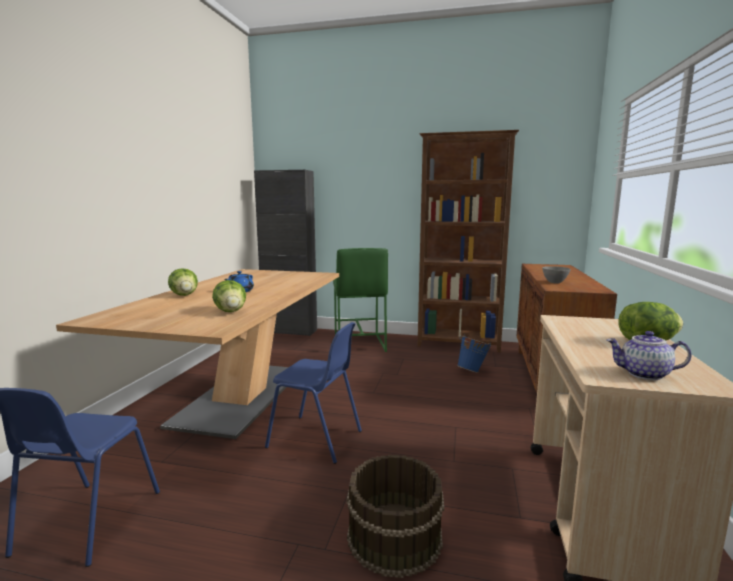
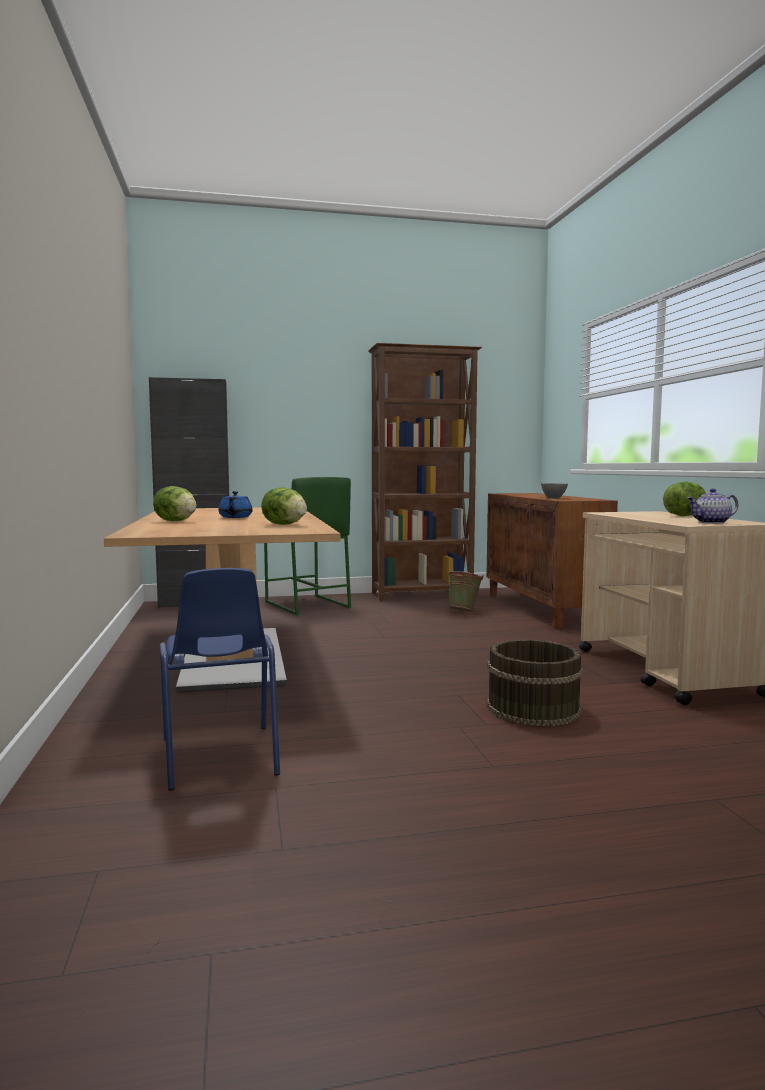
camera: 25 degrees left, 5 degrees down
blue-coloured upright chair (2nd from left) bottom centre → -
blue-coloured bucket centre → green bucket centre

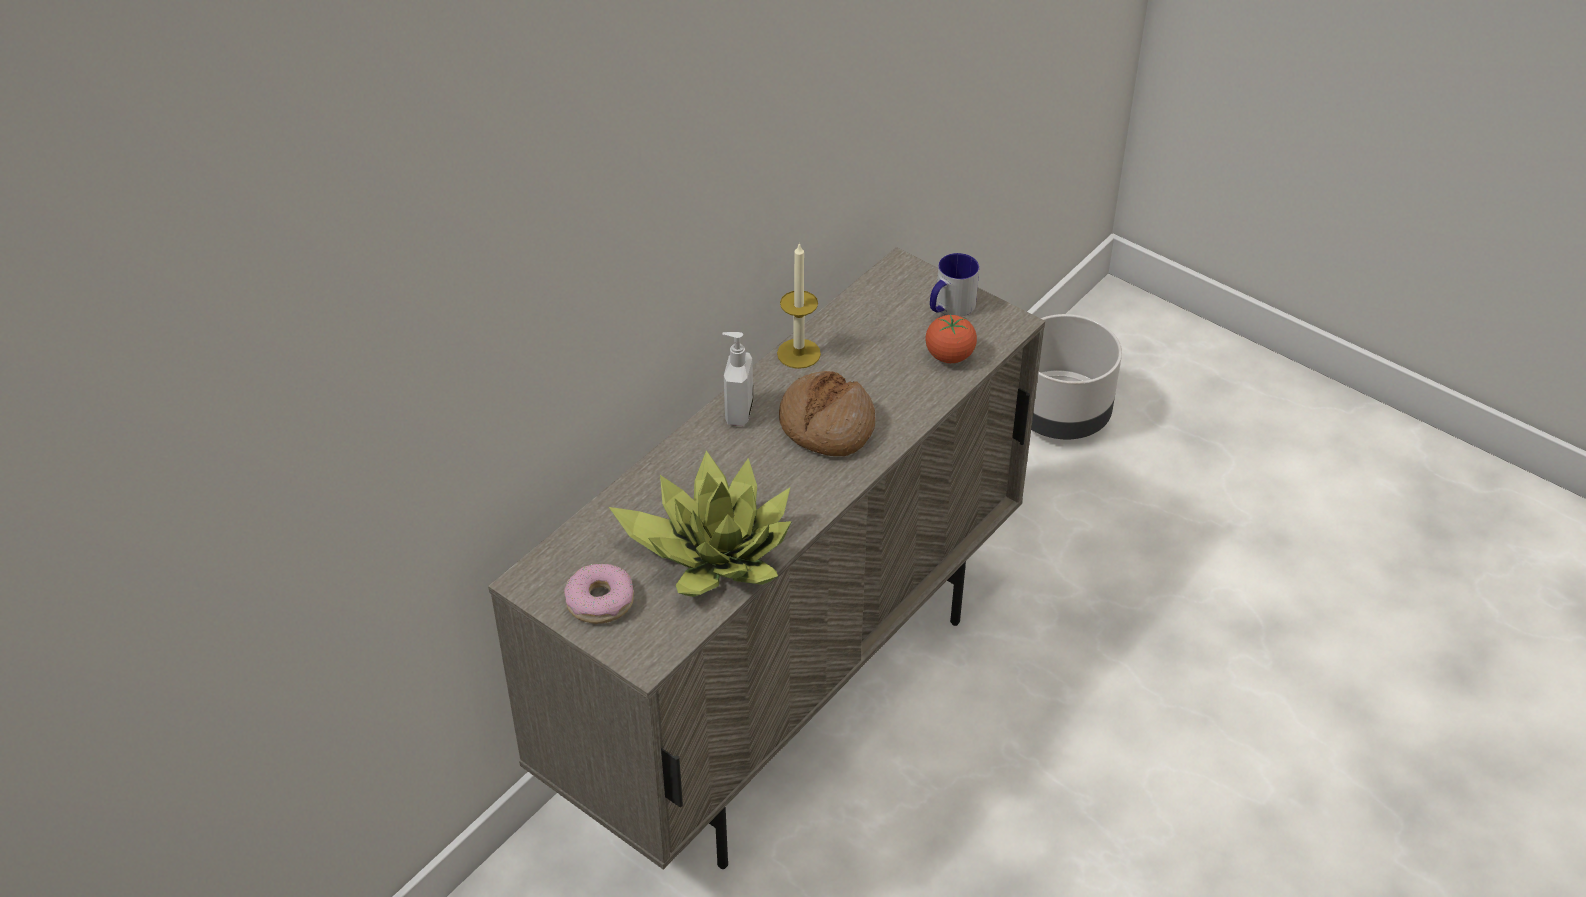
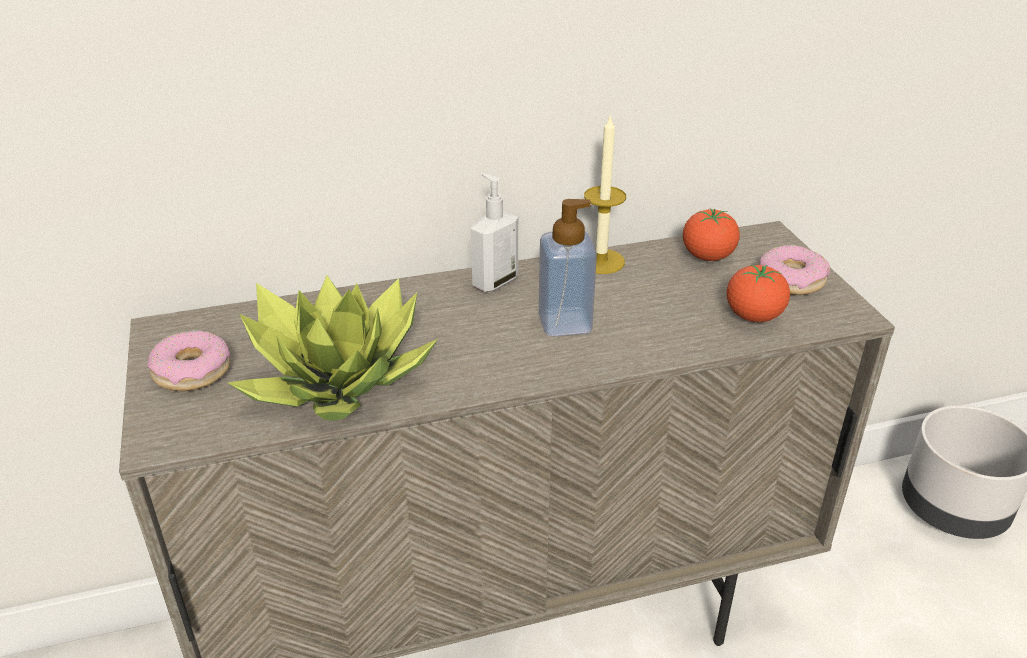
camera: 35 degrees right, 10 degrees down
- → whole tomato (1st from left) middle right
baked bread centre → liquid soap bottle (2nd from left) centre
coffee mug top centre → ring doughnut (2nd from left) middle right

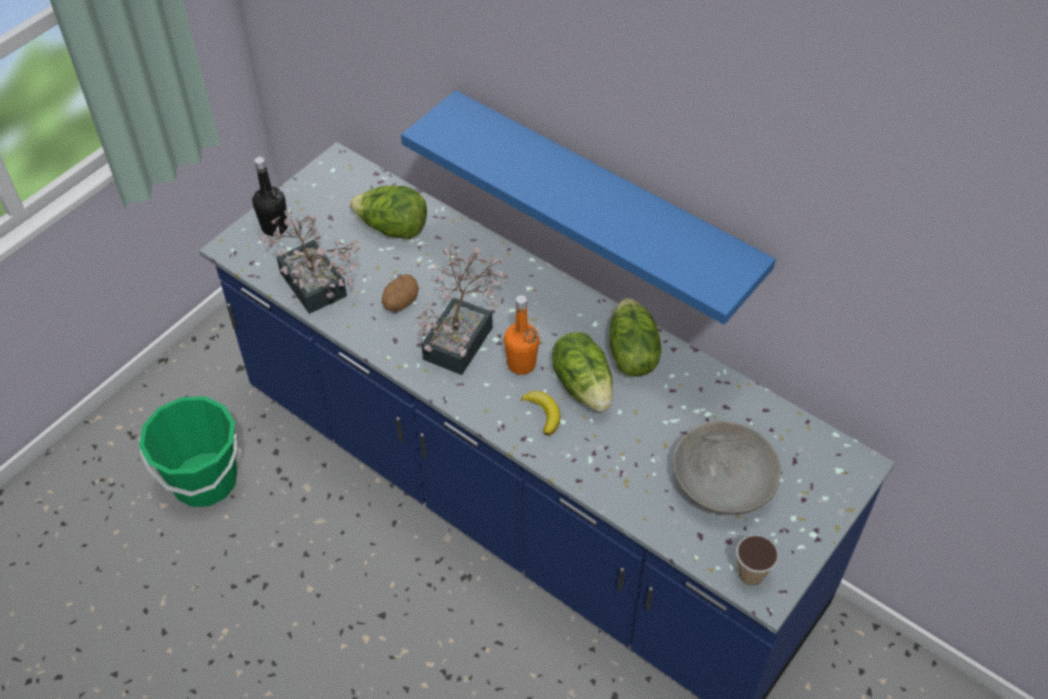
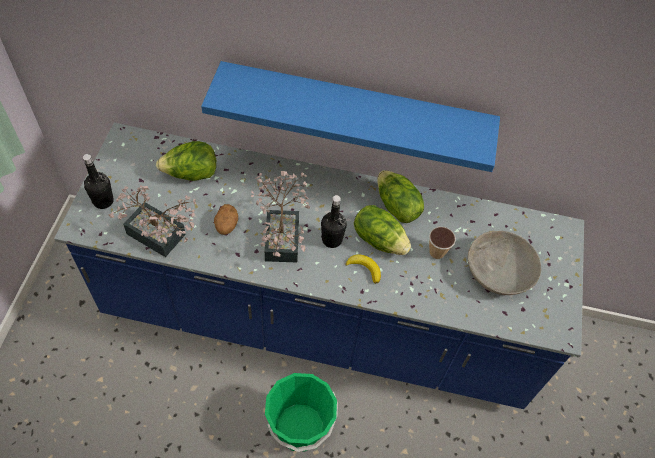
camera: 30 degrees left, 5 degrees up
green bucket middle left → green bucket bottom centre, moved
drinking cup bottom right → drinking cup middle right, moved
orange drink bottle centre → black drink bottle (2nd from left) centre

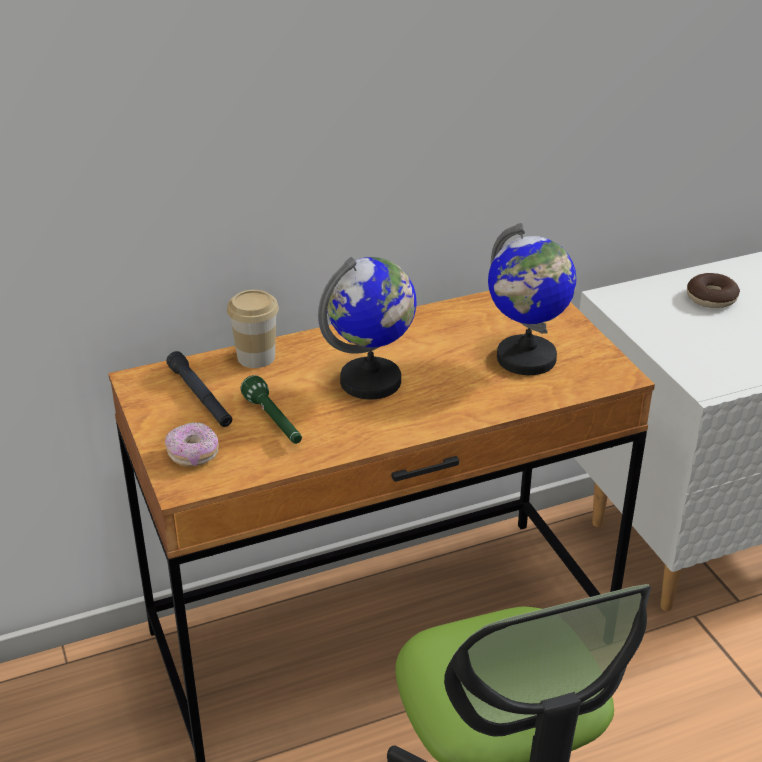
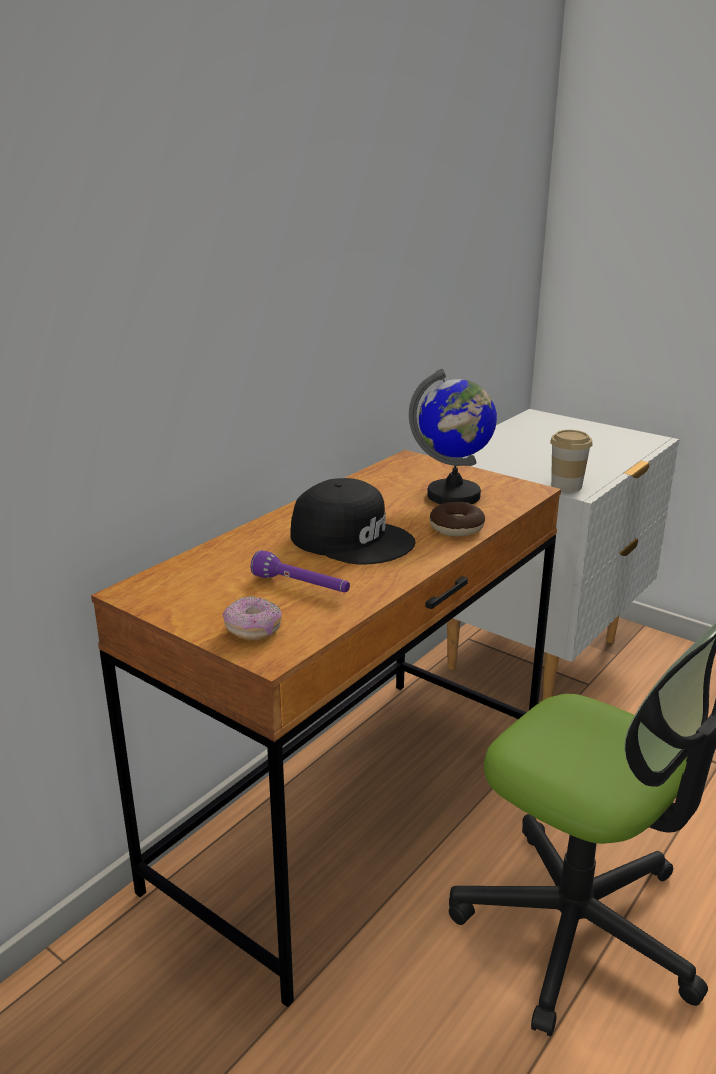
camera: 30 degrees left, 10 degrees down
black flashlight middle left → -
drinking cup middle left → drinking cup middle right, moved
ring doughnut (2nd from left) middle right → ring doughnut (2nd from left) centre, moved
world globe (1st from left) centre → black baseball cap centre
green flashlight centre → purple flashlight centre

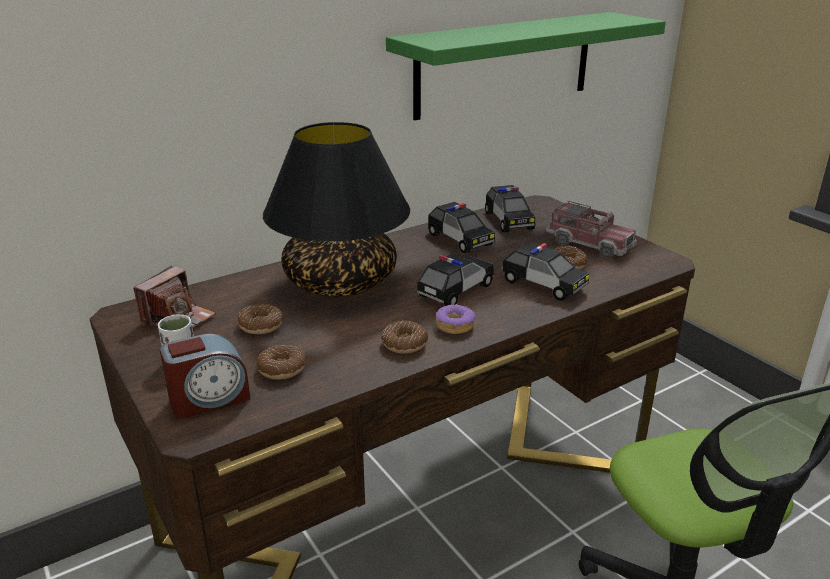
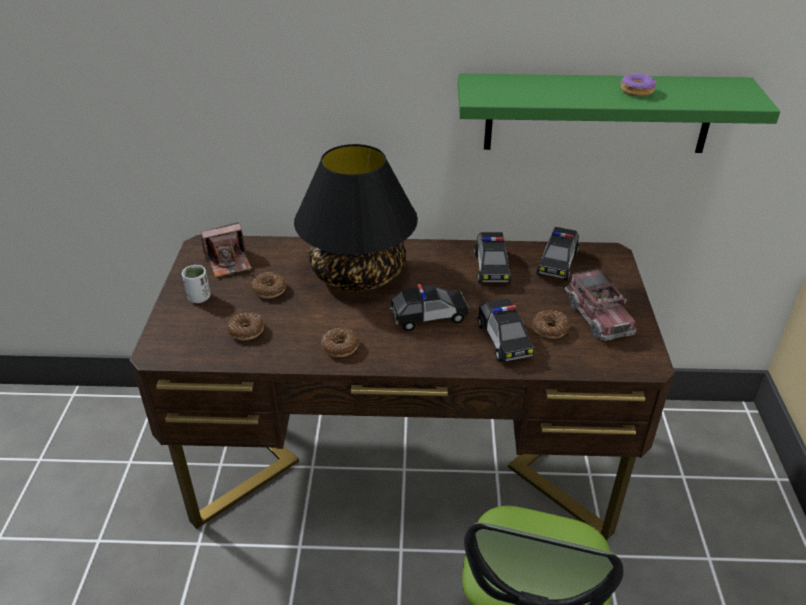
camera: 35 degrees right, 10 degrees up
table clock middle left → -
ring doughnut (4th from left in the first image) centre → ring doughnut (5th from left) top right, moved

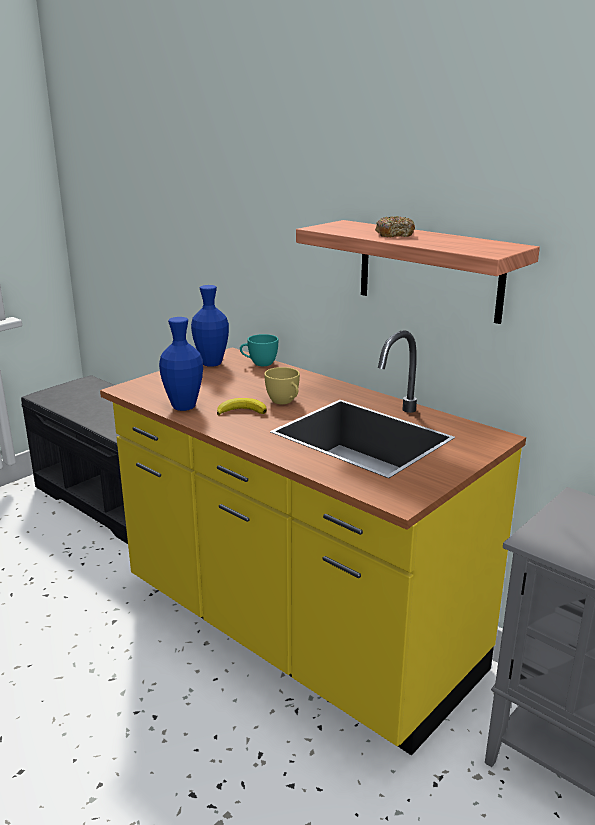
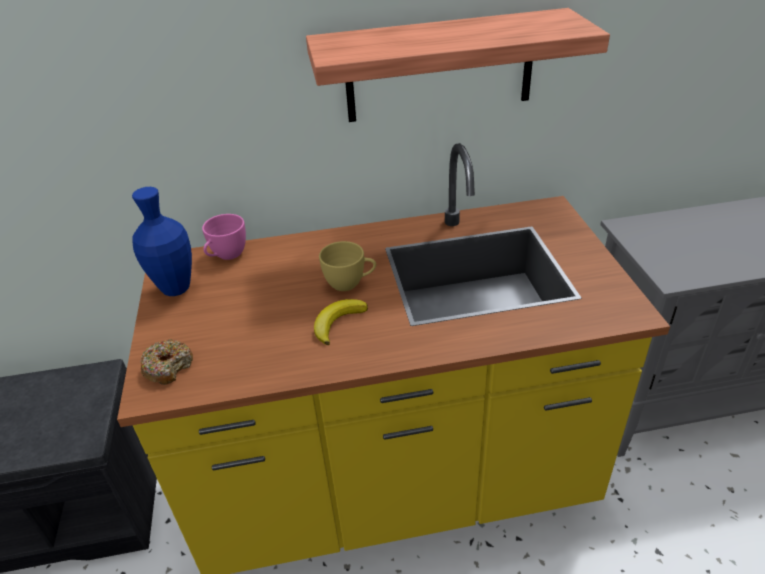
camera: 50 degrees left, 15 degrees up
blue-coloured vase (1st from left) middle left → -
ring doughnut top centre → ring doughnut middle left, moved
turquoise-coloured drinking cup centre → pinkish drinking cup middle left

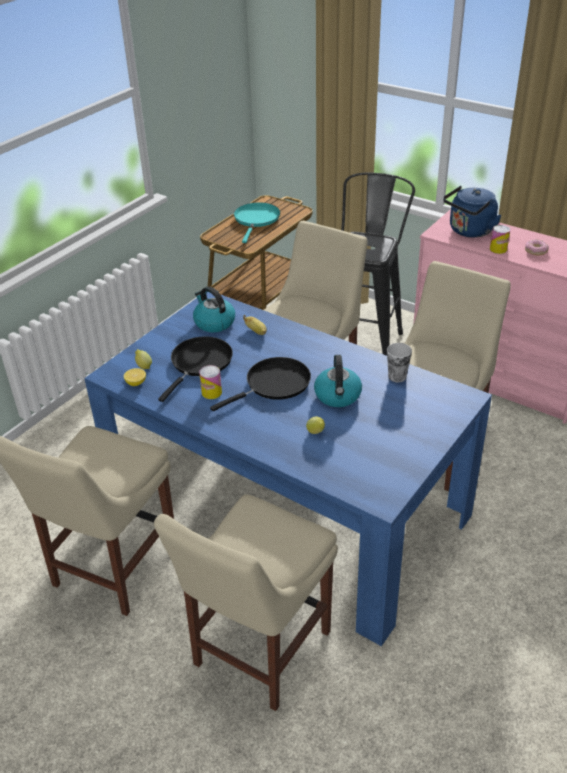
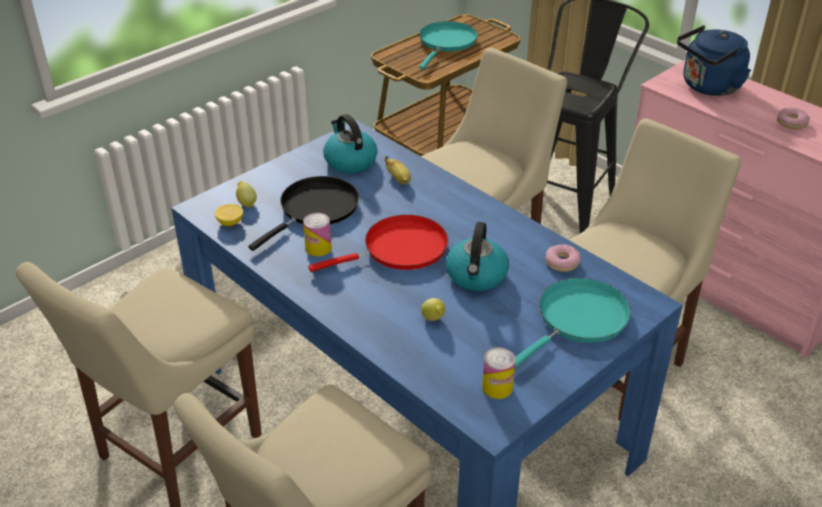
camera: 10 degrees right, 0 degrees up
- → turquoise-coloured skillet (2nd from left) middle right
sealed can (2nd from left) top right → sealed can (2nd from left) bottom centre, moved
drinking cup middle right → ring doughnut (1st from left) middle right
black skillet (2nd from left) centre → red skillet centre

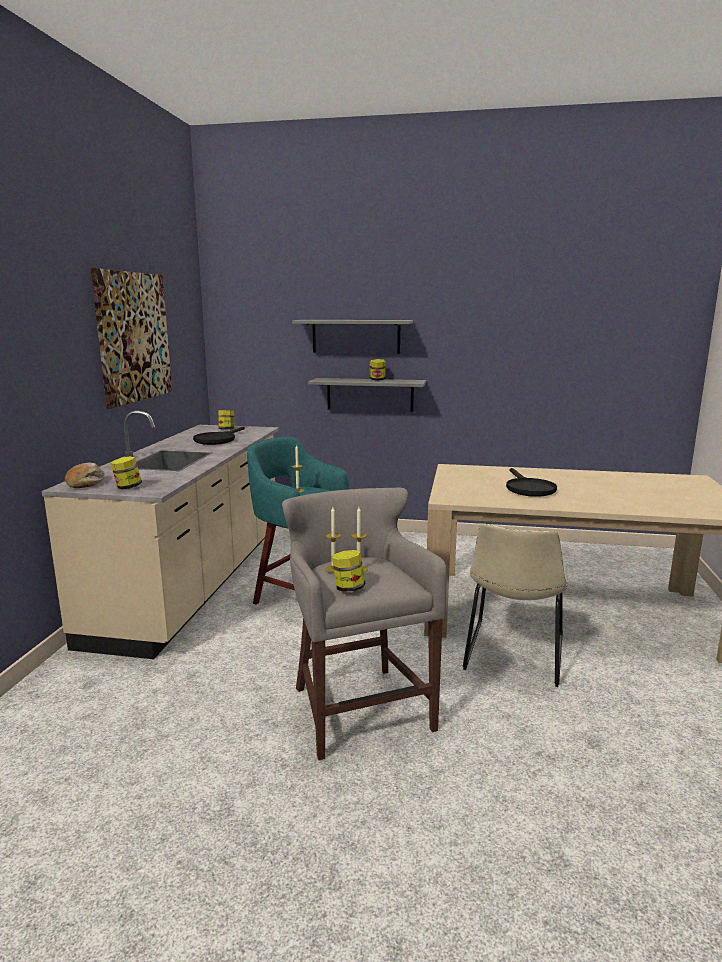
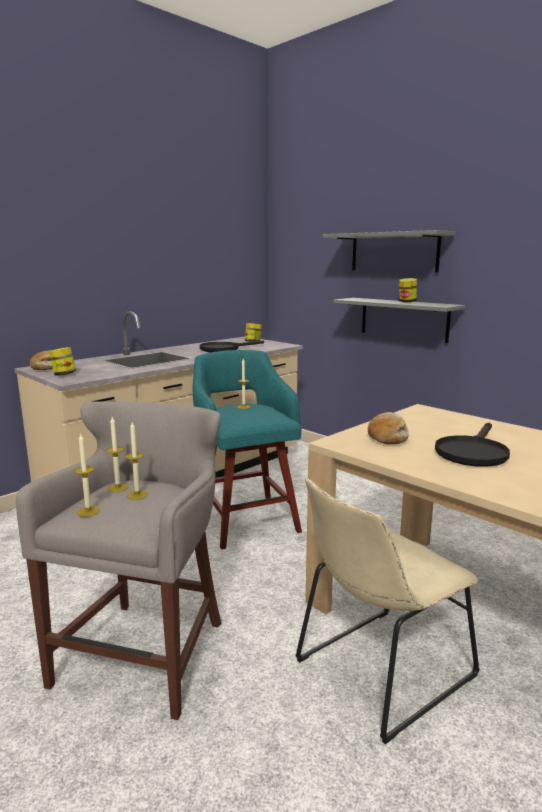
camera: 35 degrees right, 0 degrees up
wall art middle left → -
- → baked bread (2nd from left) middle right
storage jar (3rd from left) centre → wax candle (1st from left) middle left

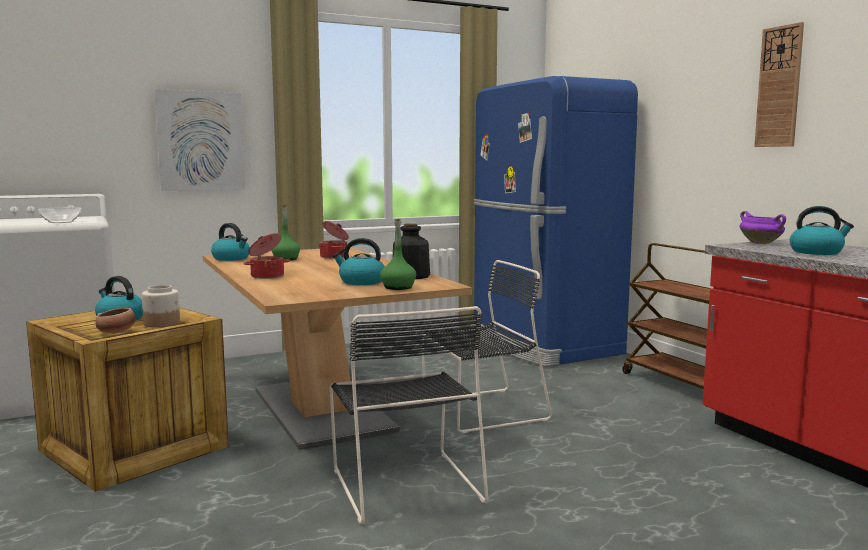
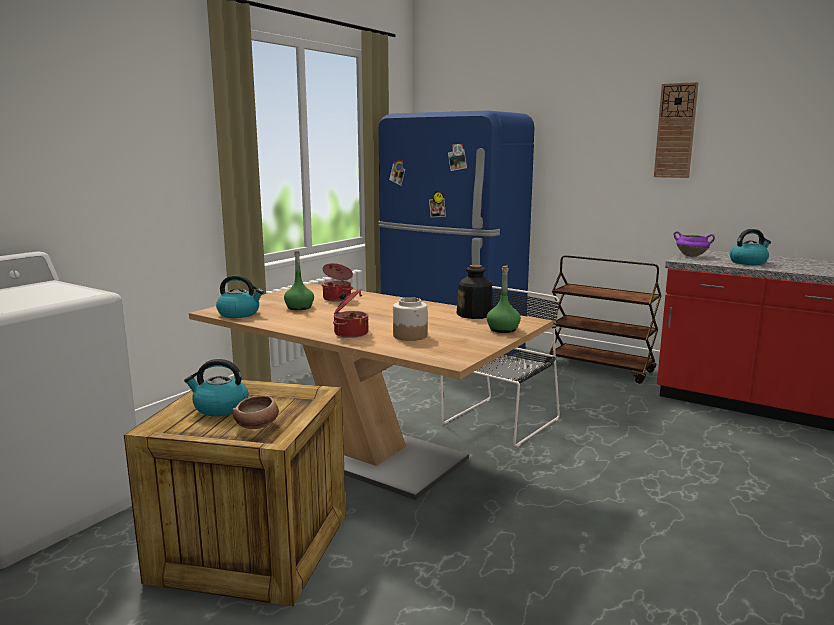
camera: 30 degrees left, 5 degrees up
deep dish (1st from left) middle left → -
wall art top left → -
black upright chair (1st from left) bottom centre → -
tea kettle (3rd from left) centre → -
storage jar middle left → storage jar centre, moved

